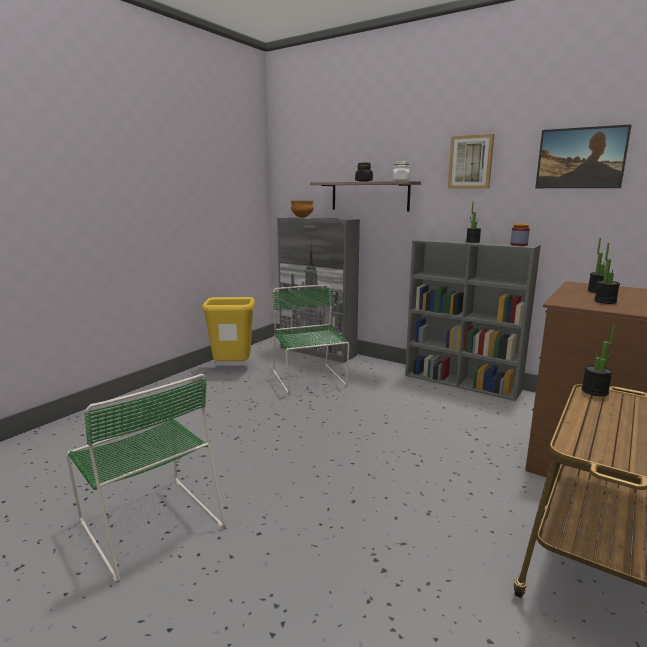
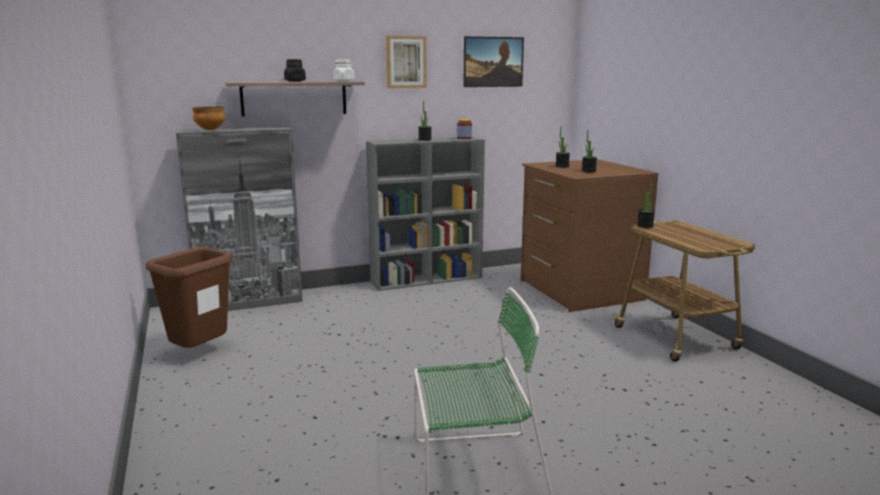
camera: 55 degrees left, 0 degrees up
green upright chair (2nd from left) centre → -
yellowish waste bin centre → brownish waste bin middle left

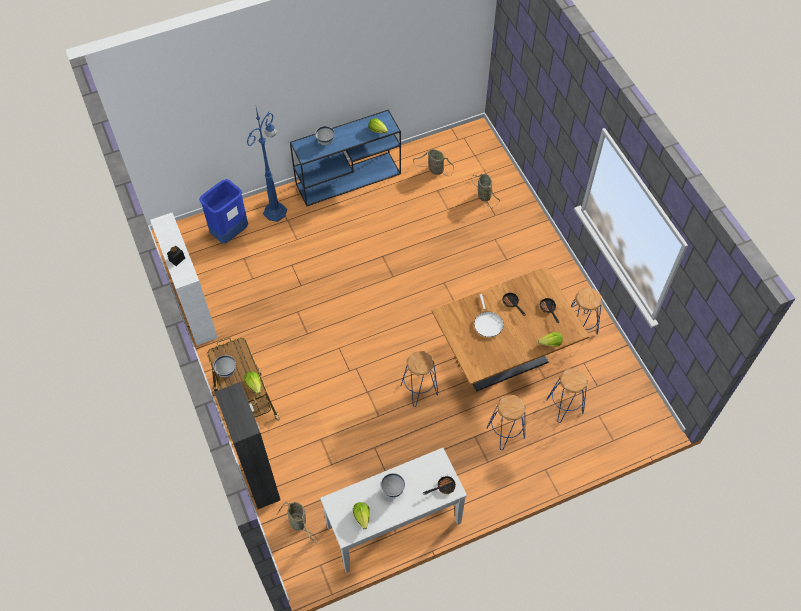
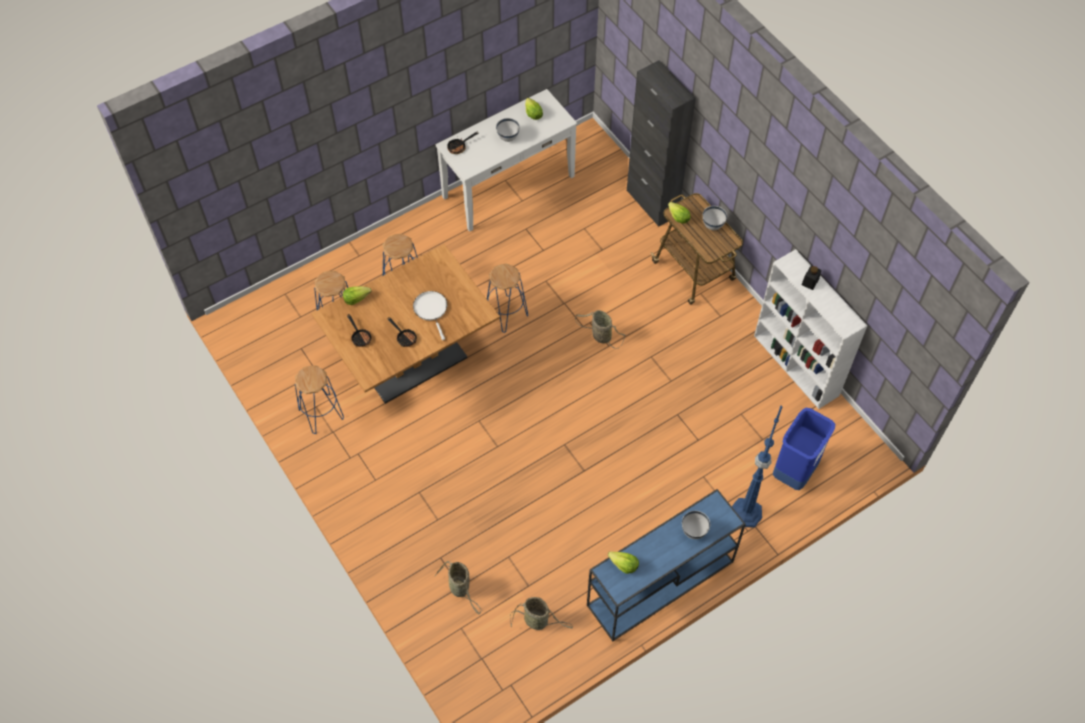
camera: 170 degrees right, 0 degrees up
storage basket (1st from left in the first image) bottom centre → storage basket (3rd from left) centre, moved

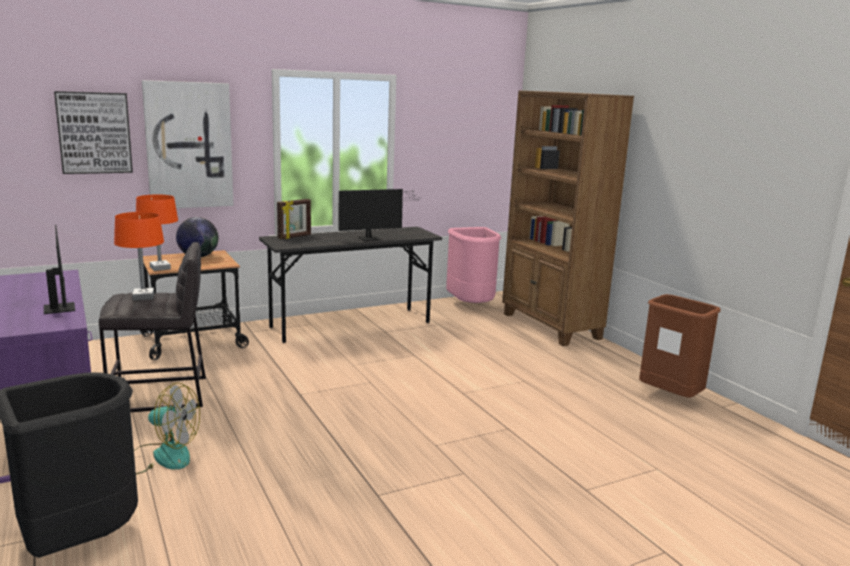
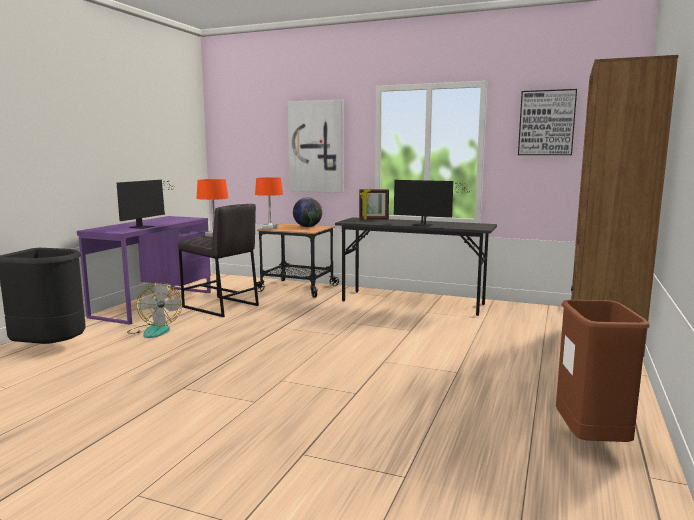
camera: 50 degrees right, 5 degrees down
pinkish waste bin centre → -
wall art (1st from left in the first image) top left → wall art (2nd from left) top right, moved

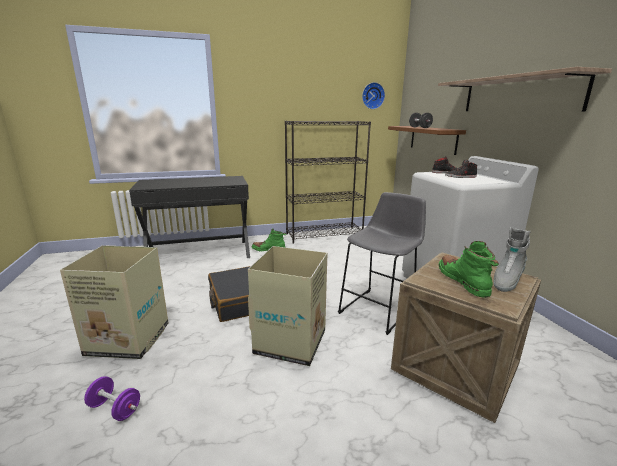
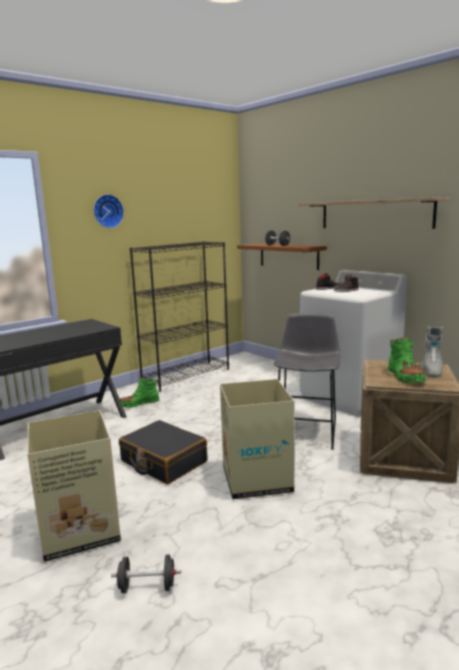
camera: 25 degrees left, 5 degrees down
wall clock top centre → wall clock top left, moved
purple hand weight bottom left → black hand weight (1st from left) bottom left
green boot (2nd from left) middle right, 150 degrees counterclockwise

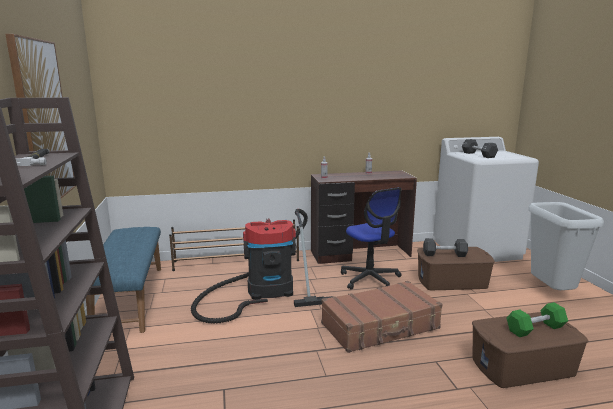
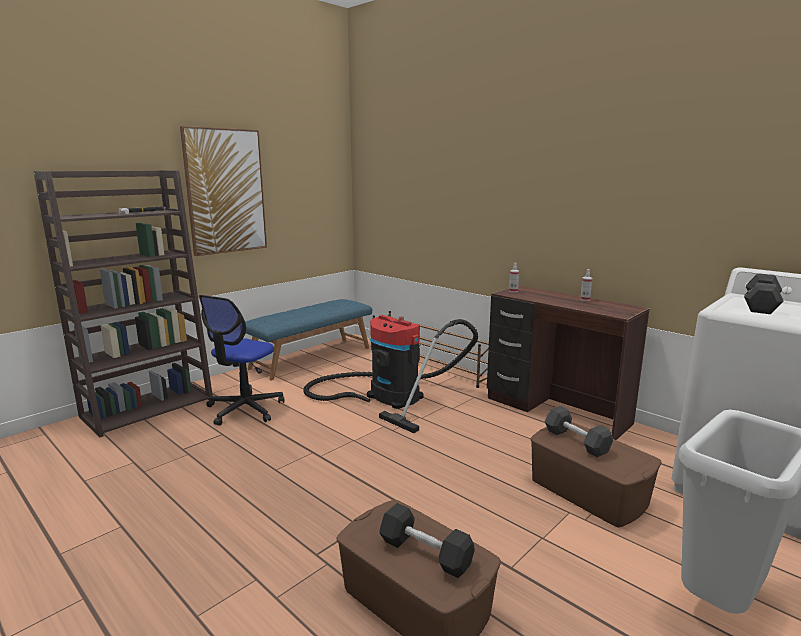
camera: 55 degrees right, 0 degrees up
brownish suitcase bottom centre → -
computer chair centre → computer chair middle left, moved
green hand weight bottom right → black hand weight (1st from left) bottom centre

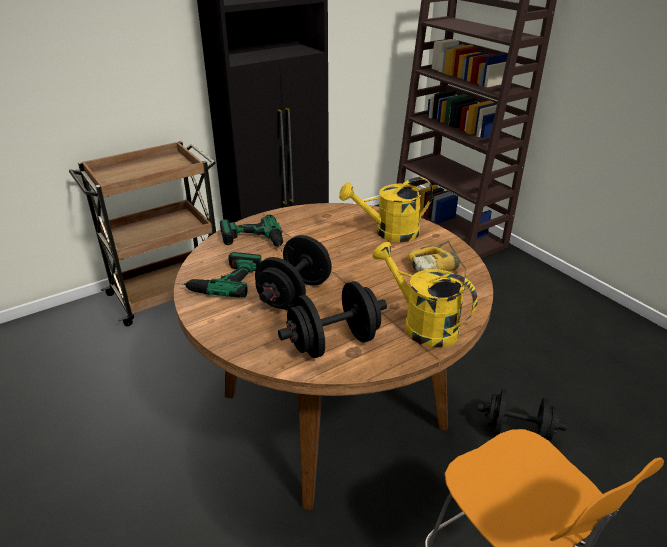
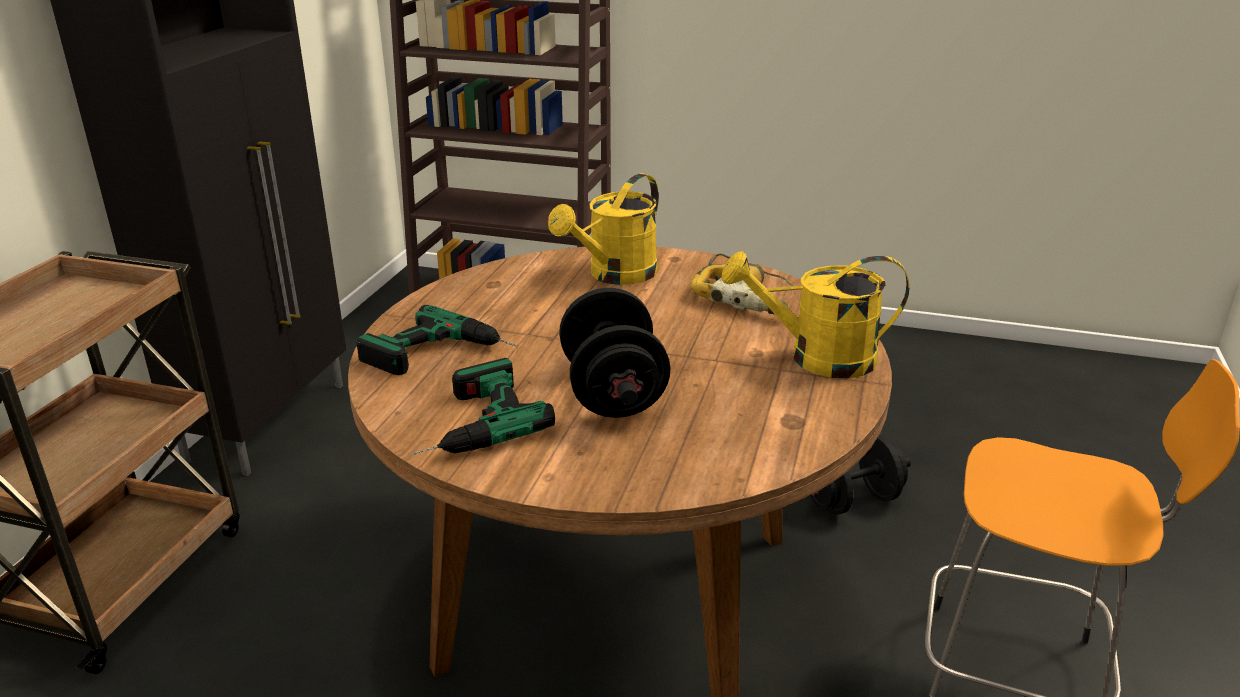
camera: 40 degrees left, 5 degrees down
black hand weight (2nd from left) centre → -

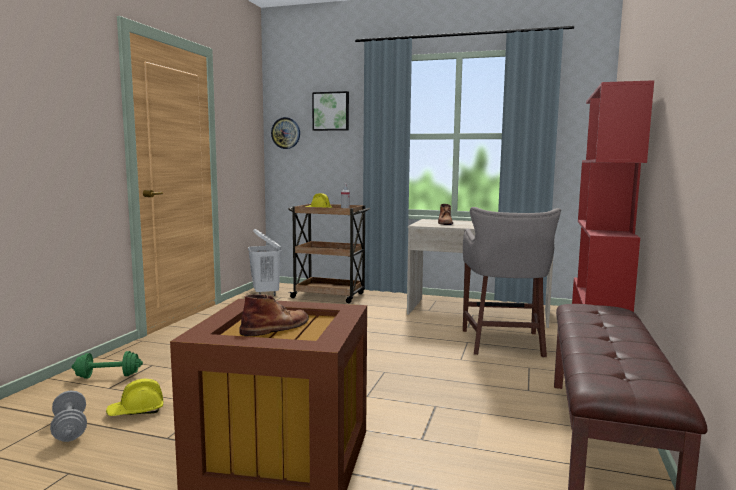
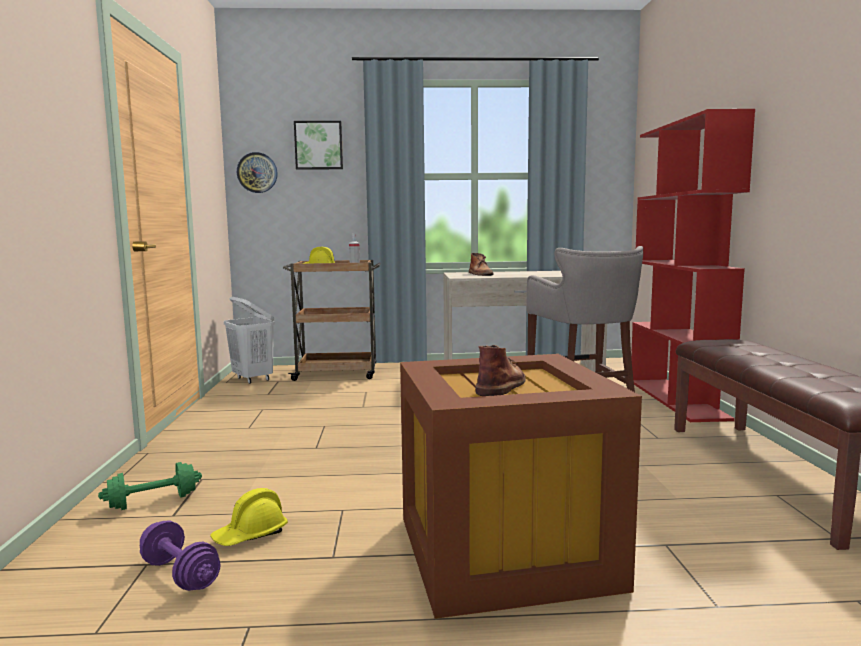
camera: 20 degrees left, 0 degrees up
gray hand weight bottom left → purple hand weight bottom left

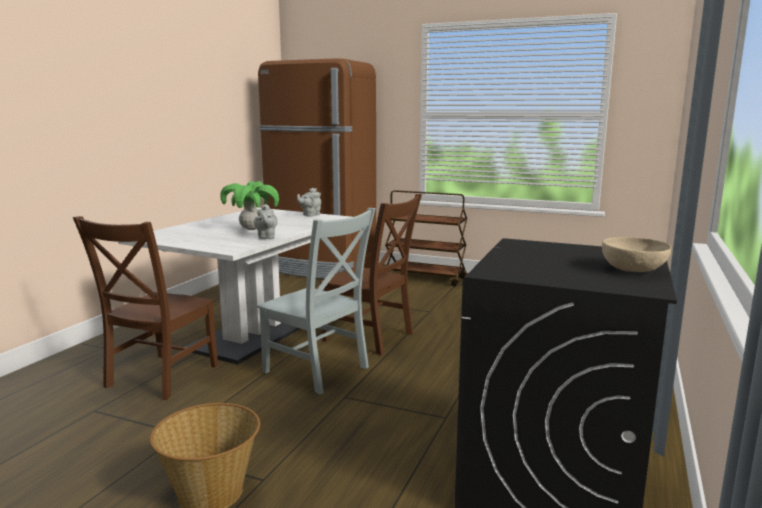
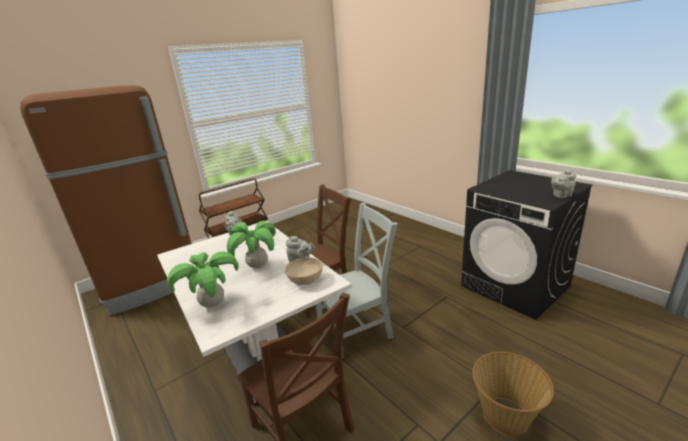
camera: 60 degrees left, 10 degrees up
- → houseplant (1st from left) middle left
- → gray pot for tea (3rd from left) middle right
beige deep dish middle right → beige deep dish centre, moved

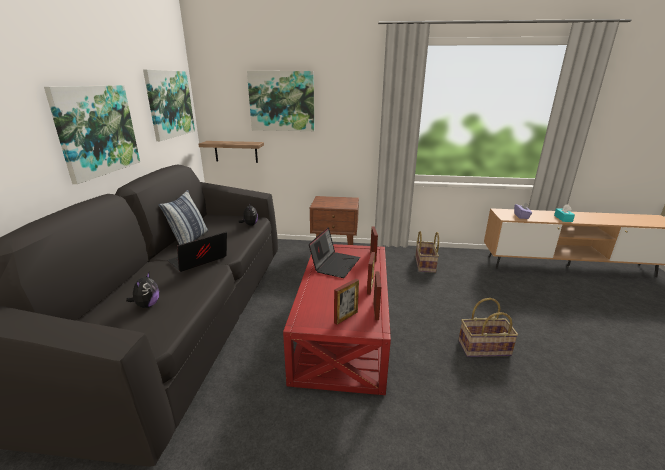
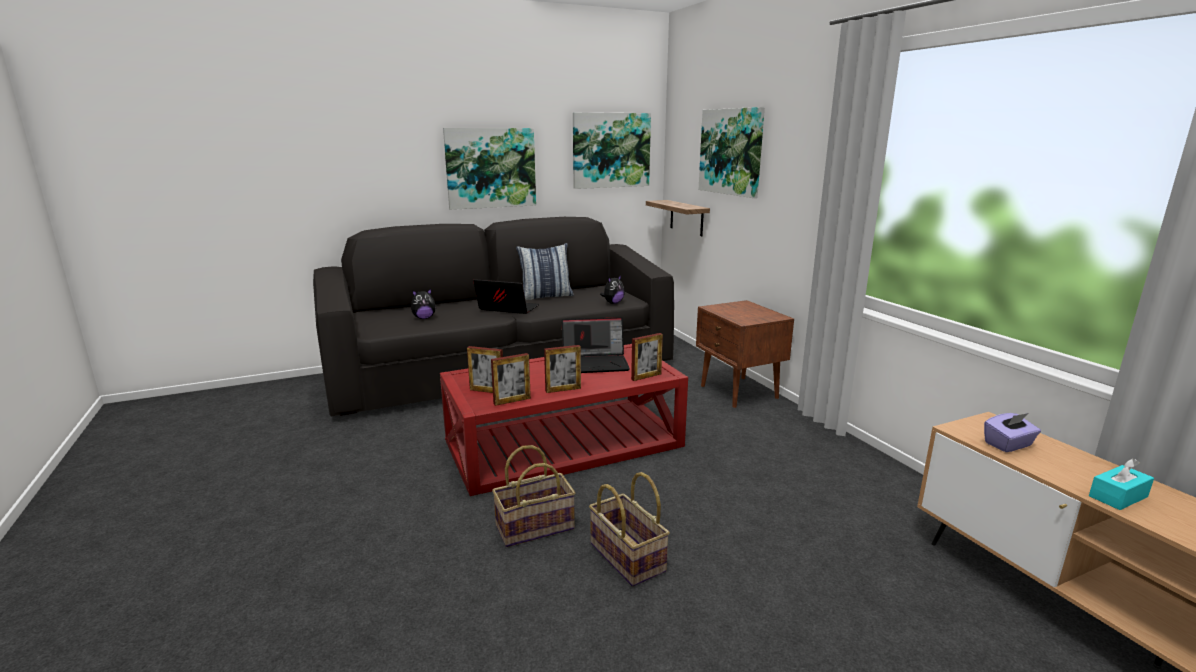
camera: 60 degrees right, 5 degrees down
storage basket (1st from left) centre → storage basket (1st from left) bottom centre, moved

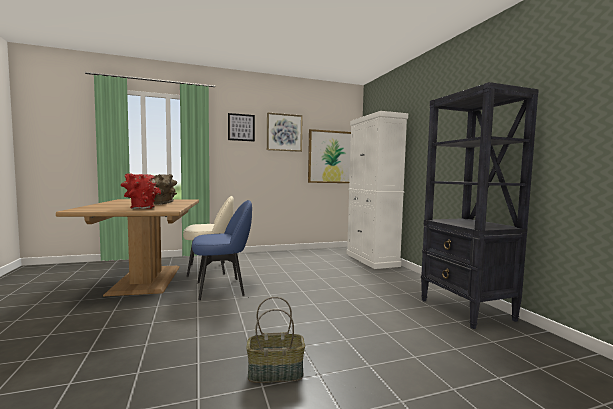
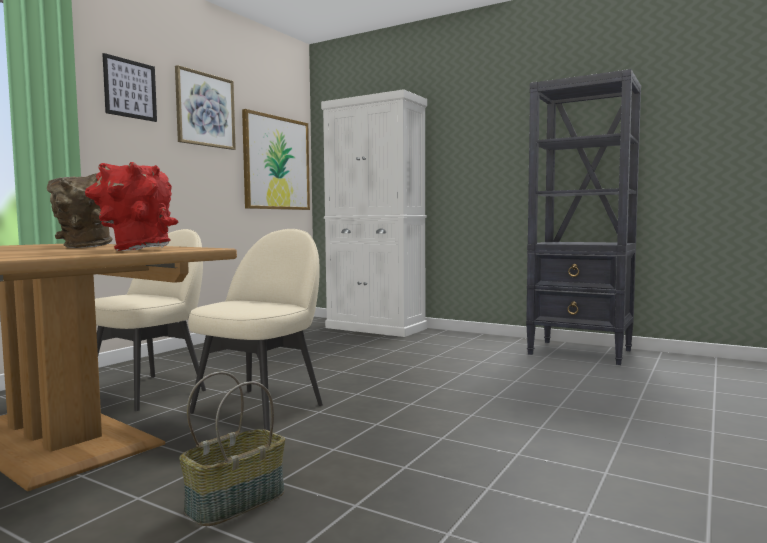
camera: 40 degrees left, 0 degrees up
storage basket bottom centre → storage basket bottom left, moved
blue-coloured upright chair centre → beige upright chair (2nd from left) middle left

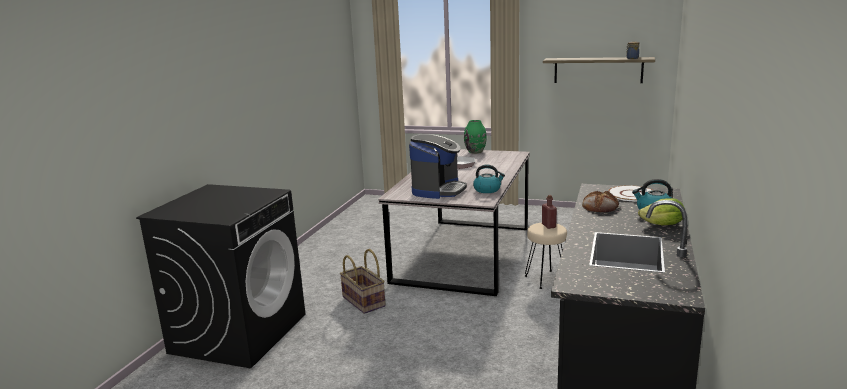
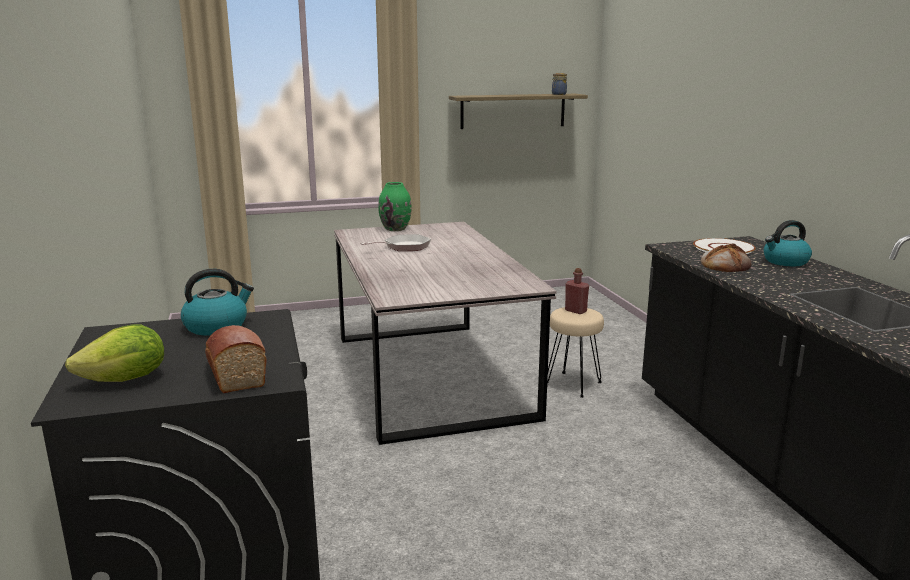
camera: 35 degrees left, 0 degrees up
storage basket bottom centre → -
coffee brewer centre → -
- → baked bread (1st from left) middle left
tea kettle (1st from left) centre → tea kettle (1st from left) middle left, moved
lettuce head middle right → lettuce head middle left, moved

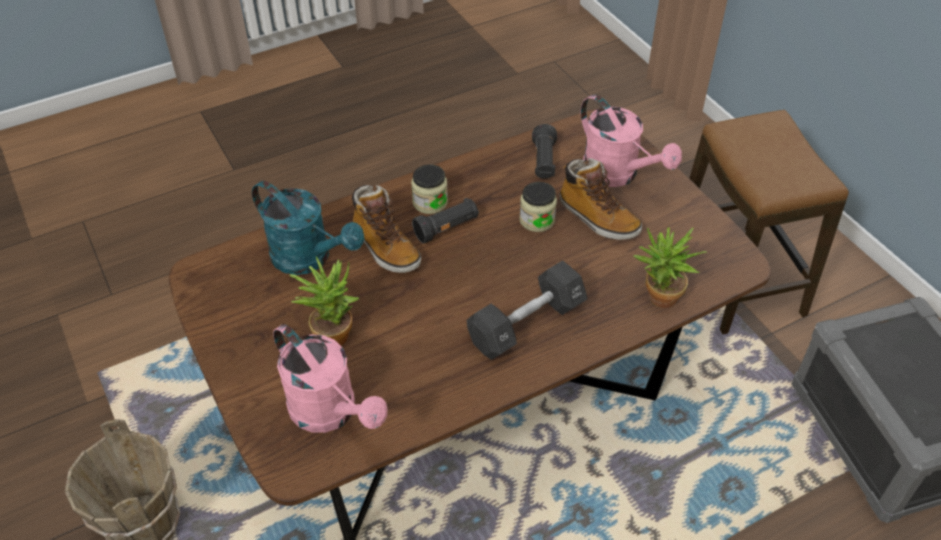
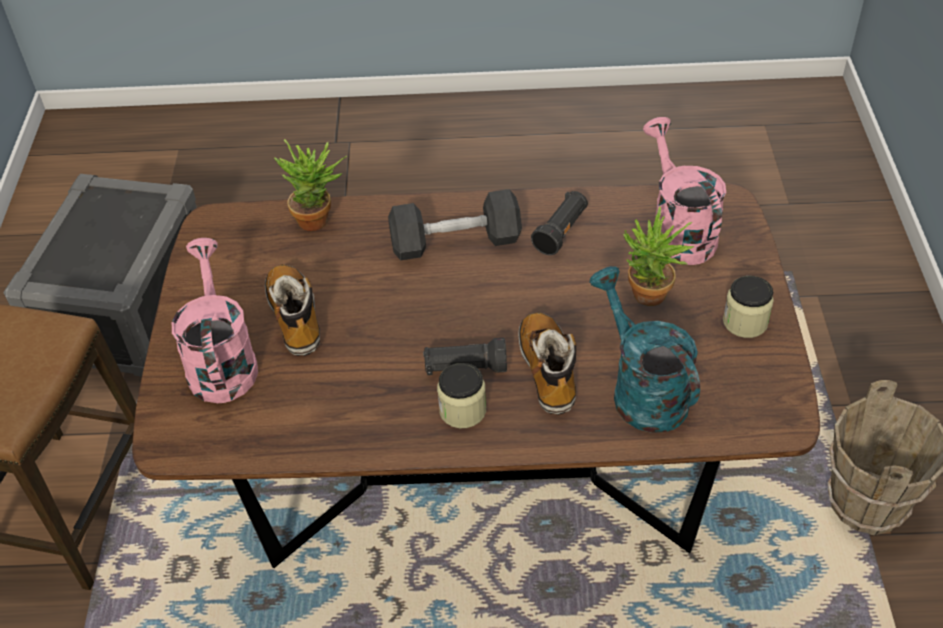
camera: 150 degrees left, 0 degrees up
storage jar (2nd from left) centre → storage jar (2nd from left) middle right, moved
black flashlight (2nd from left) top centre → black flashlight (2nd from left) centre, moved

